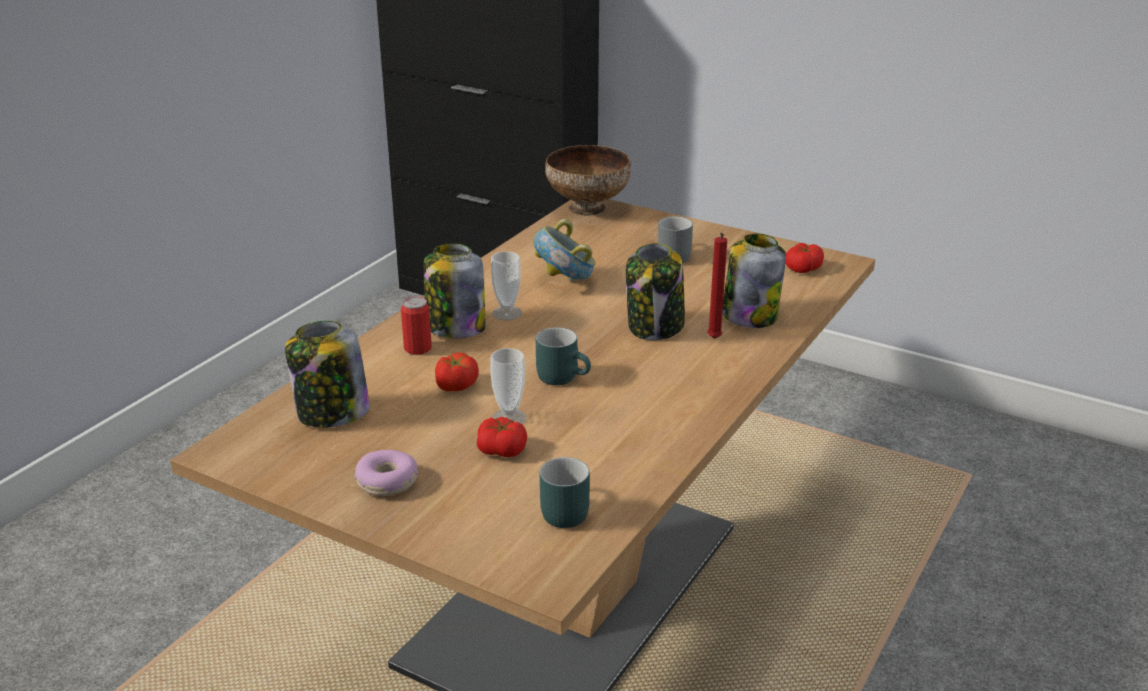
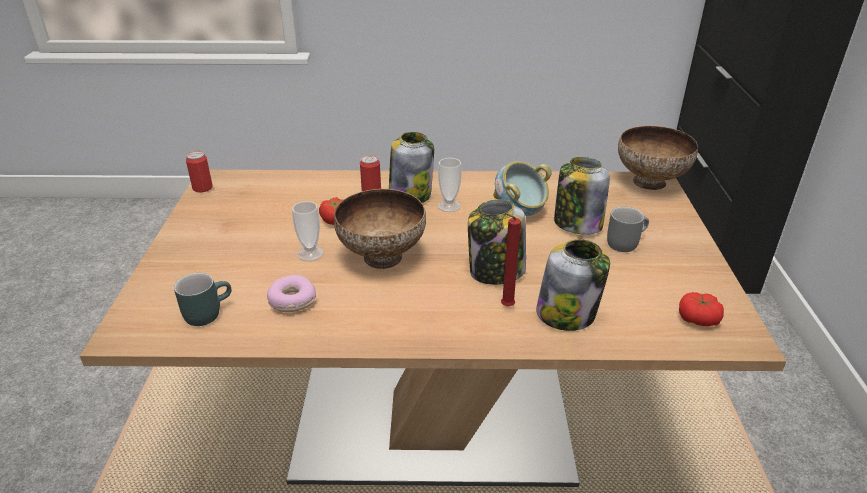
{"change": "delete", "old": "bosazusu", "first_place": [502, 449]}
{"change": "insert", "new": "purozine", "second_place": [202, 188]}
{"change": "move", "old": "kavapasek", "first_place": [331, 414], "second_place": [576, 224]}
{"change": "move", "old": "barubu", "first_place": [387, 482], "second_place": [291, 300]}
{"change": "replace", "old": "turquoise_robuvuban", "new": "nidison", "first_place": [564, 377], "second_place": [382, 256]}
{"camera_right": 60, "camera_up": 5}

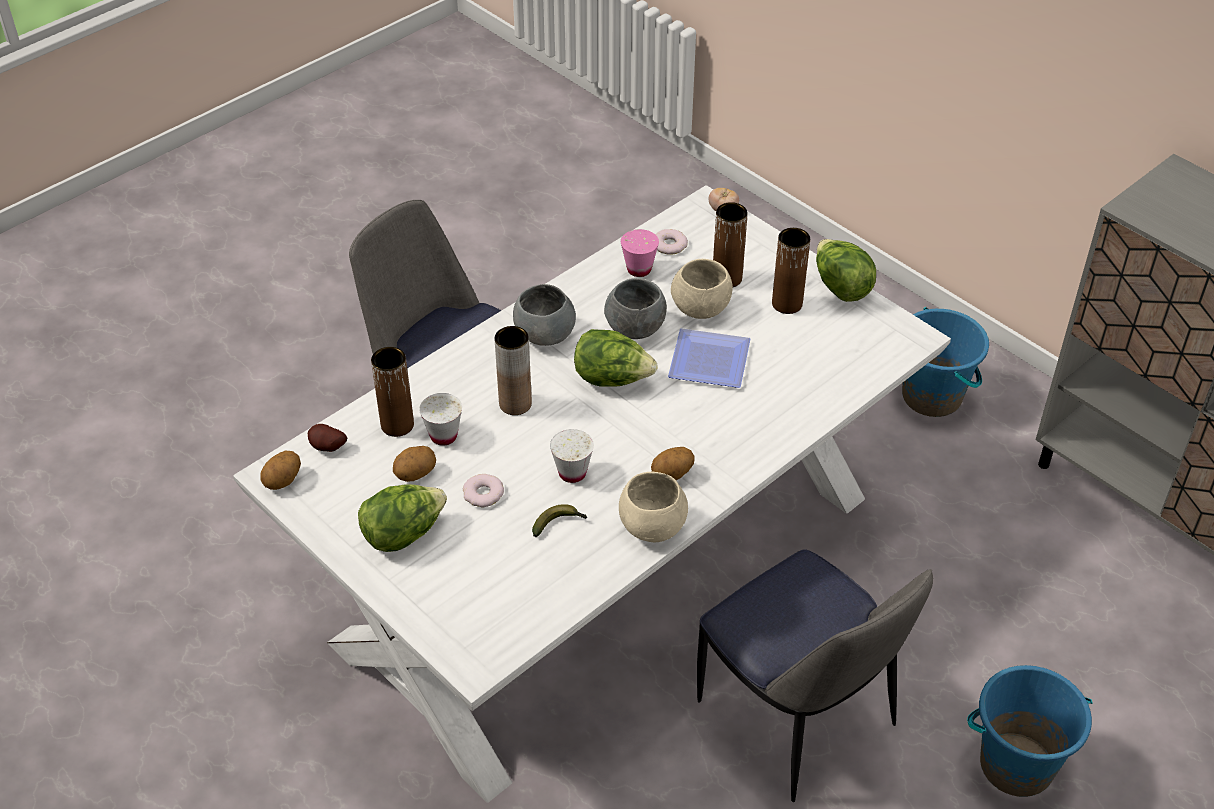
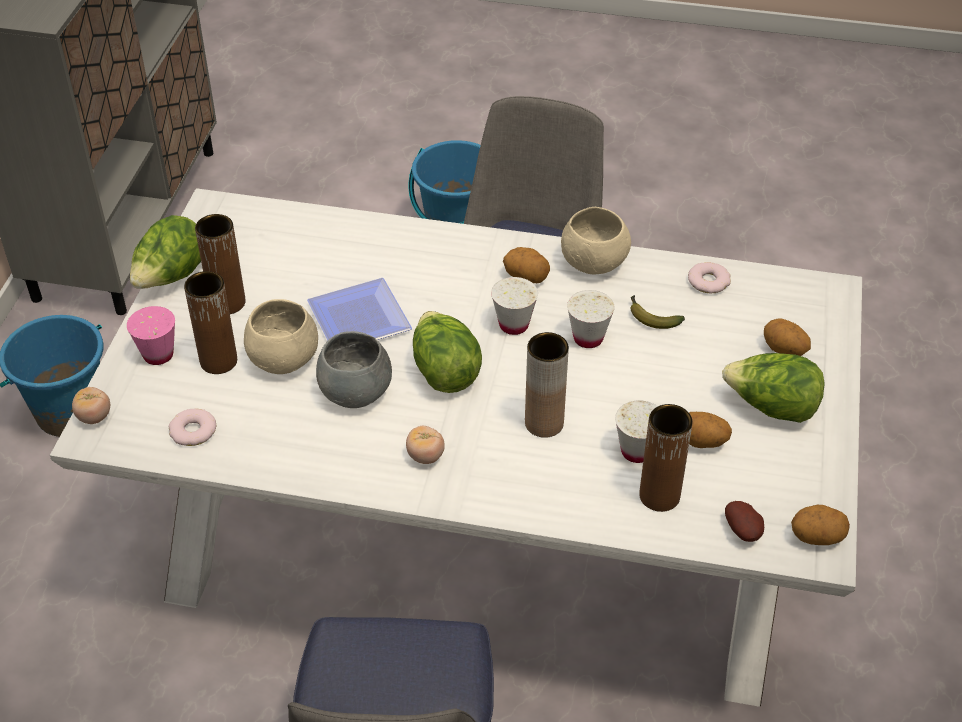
{"change": "insert", "new": "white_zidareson", "second_place": [513, 325]}
{"change": "insert", "new": "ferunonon", "second_place": [783, 351]}
{"change": "move", "old": "barubu", "first_place": [483, 494], "second_place": [708, 281]}
{"change": "move", "old": "pink_zidareson", "first_place": [639, 269], "second_place": [158, 355]}
{"change": "replace", "old": "grey_nidison", "new": "bosazusu", "first_place": [545, 334], "second_place": [425, 456]}
{"camera_right": -125, "camera_up": 0}

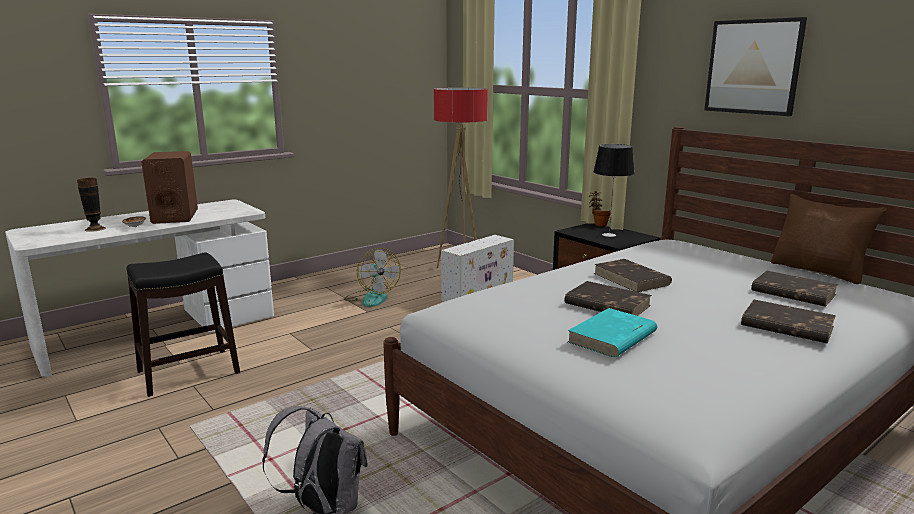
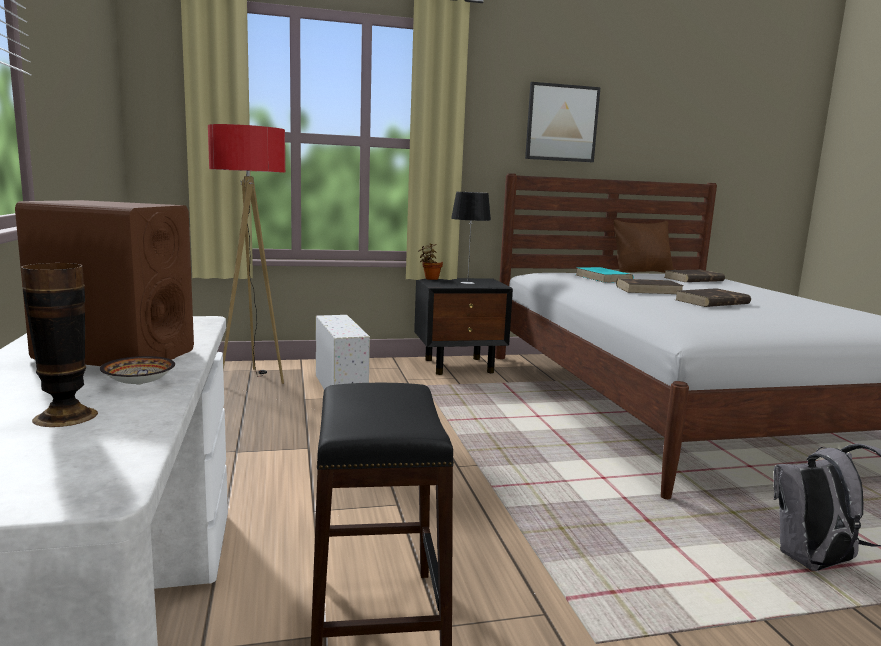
{"change": "delete", "old": "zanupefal", "first_place": [371, 298]}
{"change": "delete", "old": "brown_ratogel", "first_place": [786, 326]}
{"change": "move", "old": "turquoise_ratogel", "first_place": [612, 337], "second_place": [603, 278]}
{"camera_right": -65, "camera_up": -5}

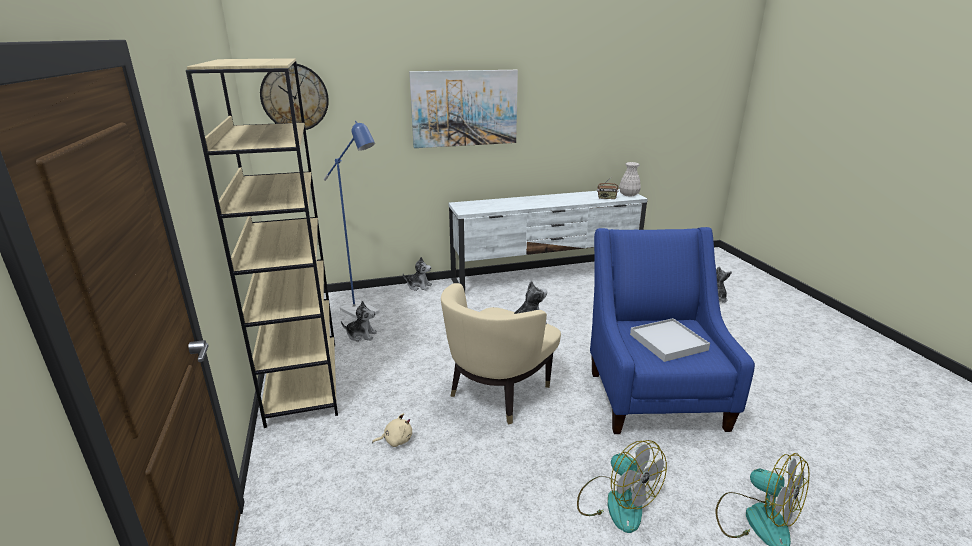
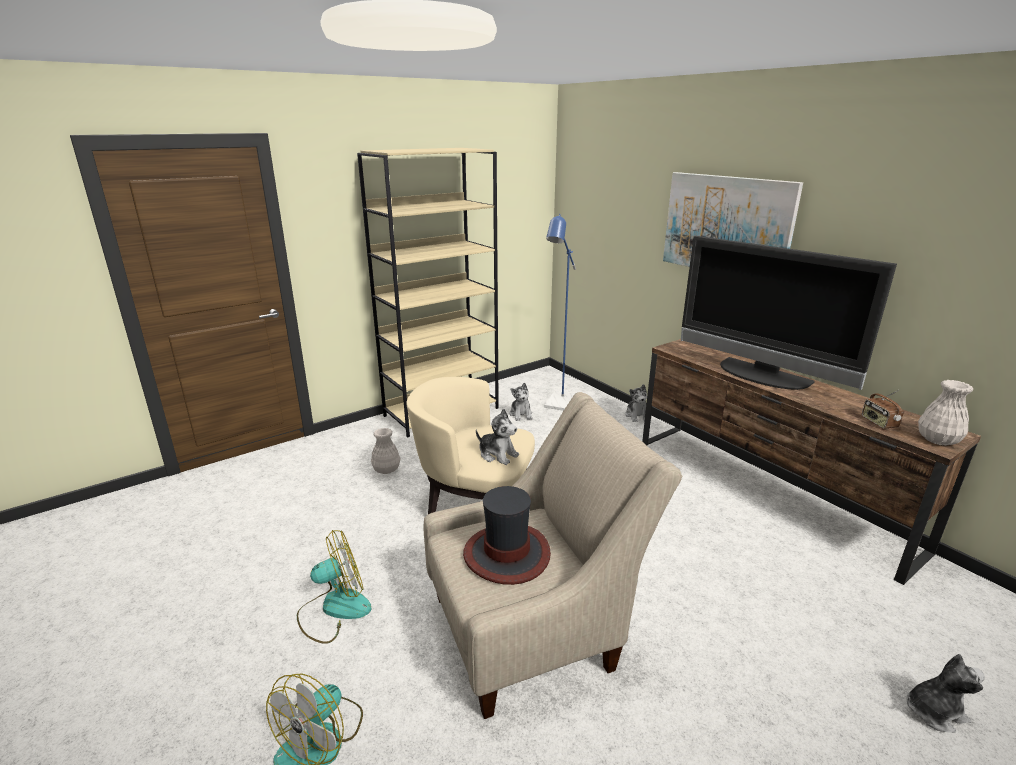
{"change": "delete", "old": "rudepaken", "first_place": [295, 97]}
{"change": "insert", "new": "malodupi", "second_place": [761, 375]}
{"change": "replace", "old": "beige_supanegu", "new": "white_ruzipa", "first_place": [396, 440], "second_place": [386, 469]}
{"change": "replace", "old": "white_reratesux", "new": "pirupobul", "first_place": [668, 342], "second_place": [507, 554]}
{"change": "recolor", "old": "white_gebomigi", "new": "brown_gebomigi", "first_place": [546, 276], "second_place": [767, 491]}
{"change": "recolor", "old": "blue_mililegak", "new": "beige_mililegak", "first_place": [652, 393], "second_place": [535, 627]}
{"change": "rotate", "old": "zanupefal", "first_place": [616, 502], "second_place": [334, 609], "degrees": -150}
{"camera_right": 70, "camera_up": 0}

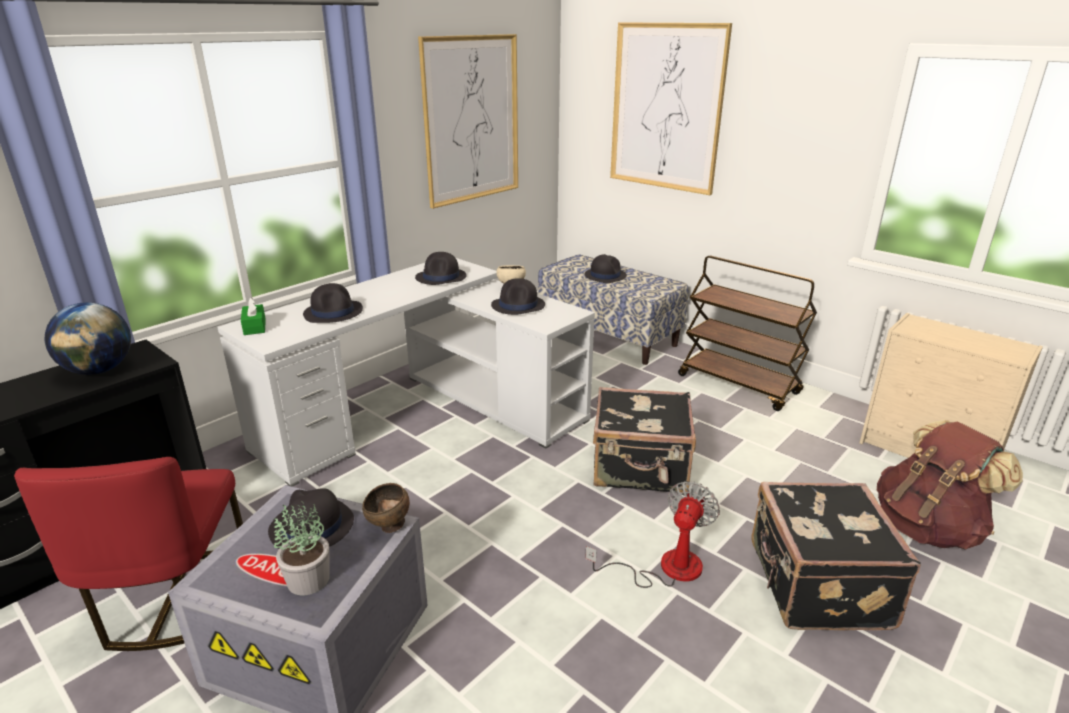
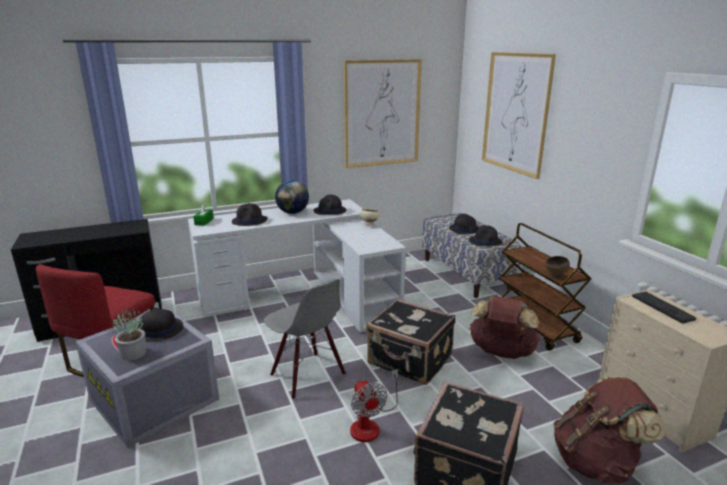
{"change": "insert", "new": "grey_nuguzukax", "second_place": [307, 375]}
{"change": "insert", "new": "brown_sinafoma", "second_place": [501, 353]}
{"change": "insert", "new": "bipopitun", "second_place": [662, 307]}
{"change": "move", "old": "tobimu", "first_place": [99, 370], "second_place": [293, 212]}
{"change": "move", "old": "brown_nidison", "first_place": [389, 527], "second_place": [555, 277]}
{"change": "move", "old": "black_pirupobul", "first_place": [518, 306], "second_place": [485, 241]}
{"change": "rotate", "old": "zanupefal", "first_place": [665, 568], "second_place": [370, 424], "degrees": 105}
{"camera_right": 25, "camera_up": -5}

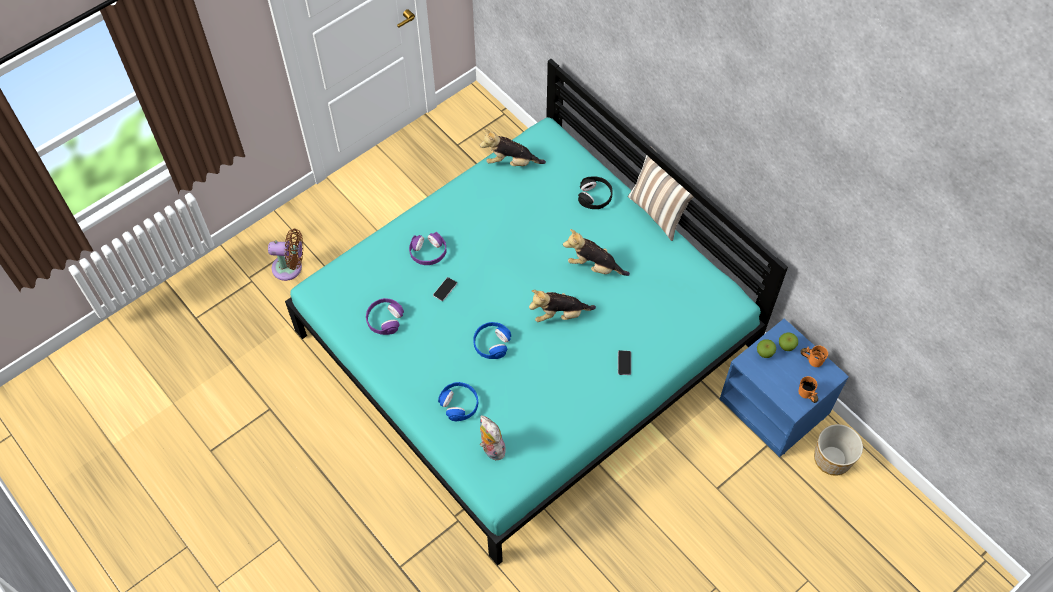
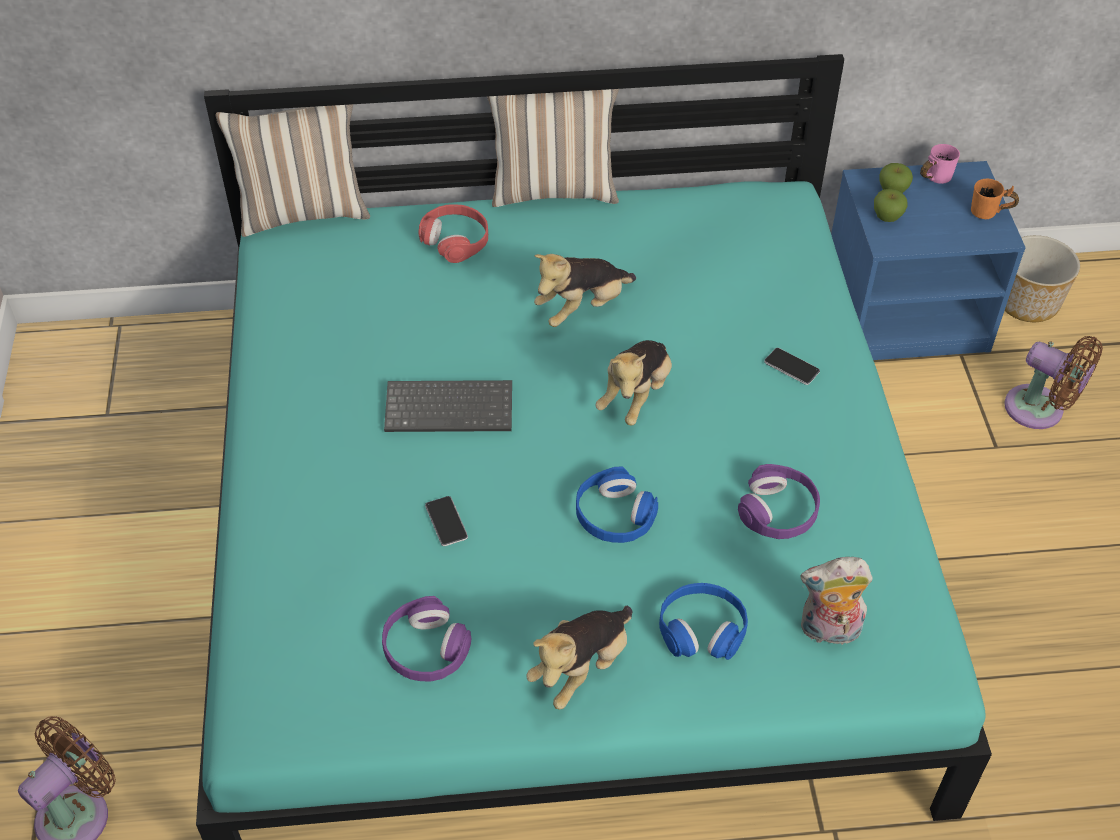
{"change": "insert", "new": "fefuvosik", "second_place": [303, 212]}
{"change": "insert", "new": "bipopitun", "second_place": [451, 407]}
{"change": "insert", "new": "brown_zanupefal", "second_place": [1040, 411]}
{"change": "move", "old": "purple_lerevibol", "first_place": [428, 252], "second_place": [778, 511]}
{"change": "move", "old": "supanegu", "first_place": [511, 162], "second_place": [581, 667]}
{"change": "recolor", "old": "black_lerevibol", "new": "red_lerevibol", "first_place": [595, 196], "second_place": [455, 240]}
{"change": "recolor", "old": "orange_robuvuban", "new": "pink_robuvuban", "first_place": [812, 359], "second_place": [932, 178]}
{"camera_right": -55, "camera_up": -10}

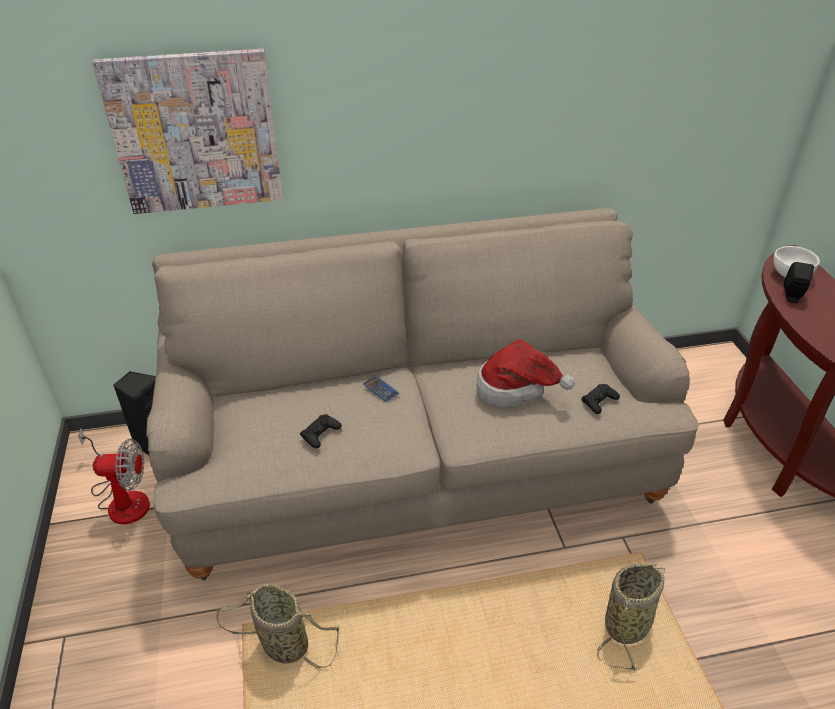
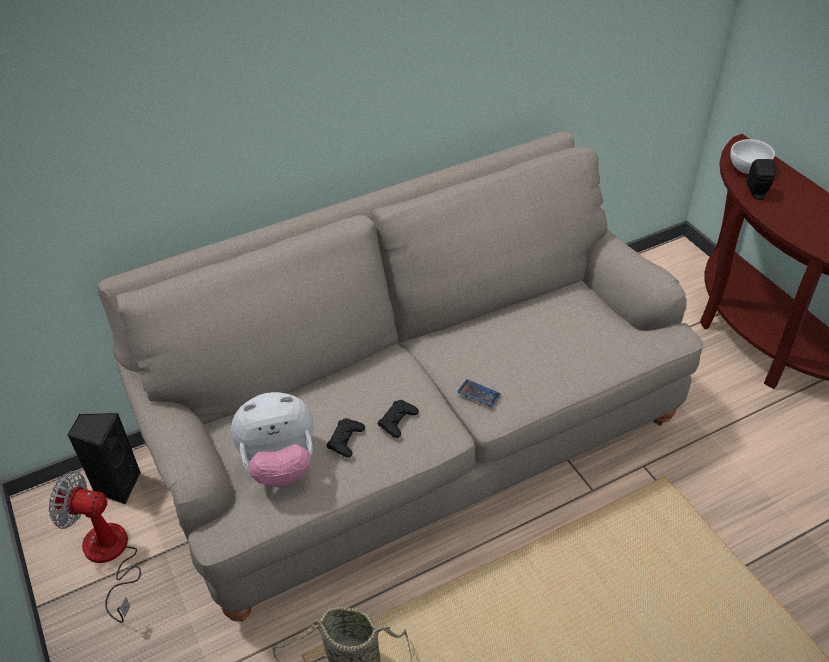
{"change": "delete", "old": "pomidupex", "first_place": [195, 133]}
{"change": "delete", "old": "pirupobul", "first_place": [516, 389]}
{"change": "delete", "old": "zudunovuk", "first_place": [628, 623]}
{"change": "insert", "new": "supanegu", "second_place": [280, 464]}
{"change": "move", "old": "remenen", "first_place": [380, 389], "second_place": [479, 393]}
{"change": "move", "old": "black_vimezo", "first_place": [599, 401], "second_place": [397, 421]}
{"change": "rotate", "old": "zanupefal", "first_place": [123, 499], "second_place": [109, 557], "degrees": -150}
{"camera_right": -15, "camera_up": 5}

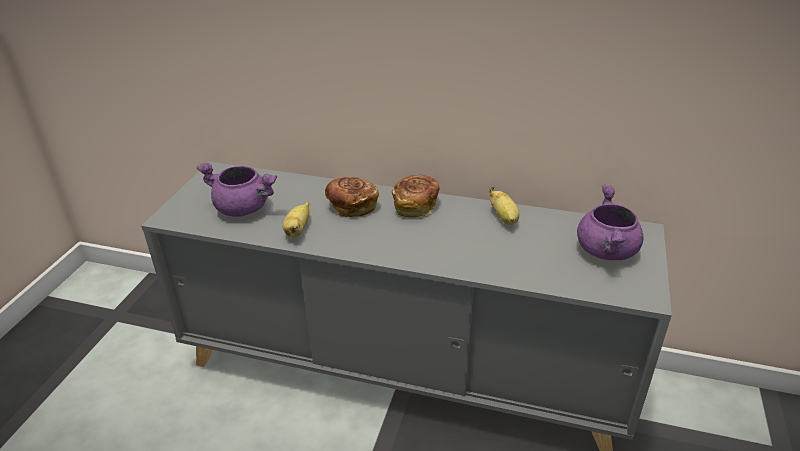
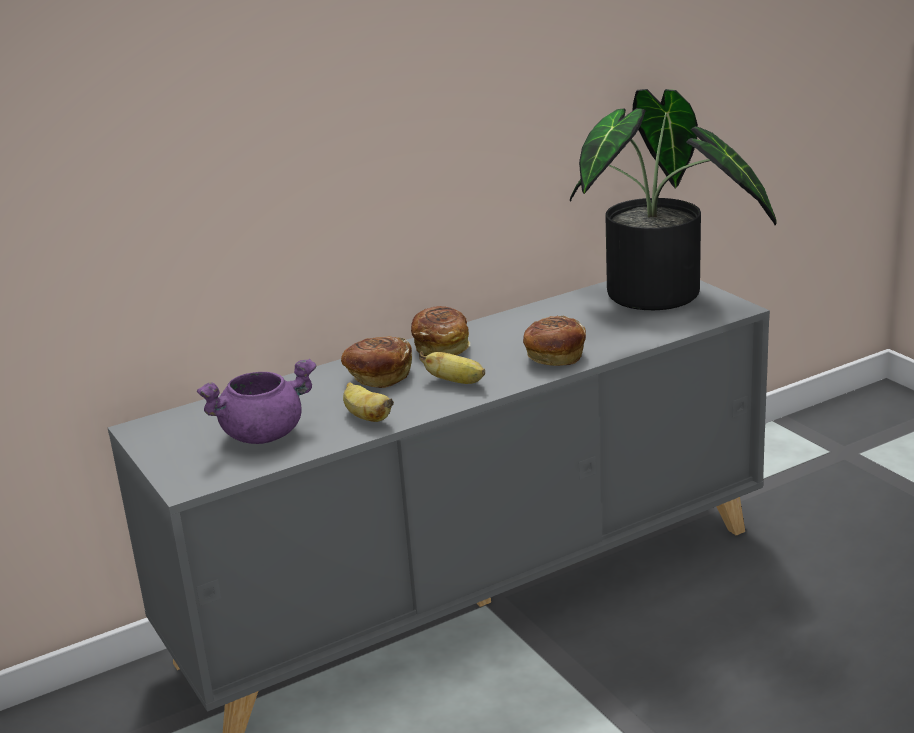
{"change": "insert", "new": "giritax", "second_place": [554, 356]}
{"change": "move", "old": "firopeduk", "first_place": [504, 218], "second_place": [456, 382]}
{"change": "replace", "old": "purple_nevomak", "new": "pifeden", "first_place": [607, 252], "second_place": [660, 298]}
{"camera_right": -45, "camera_up": -10}

